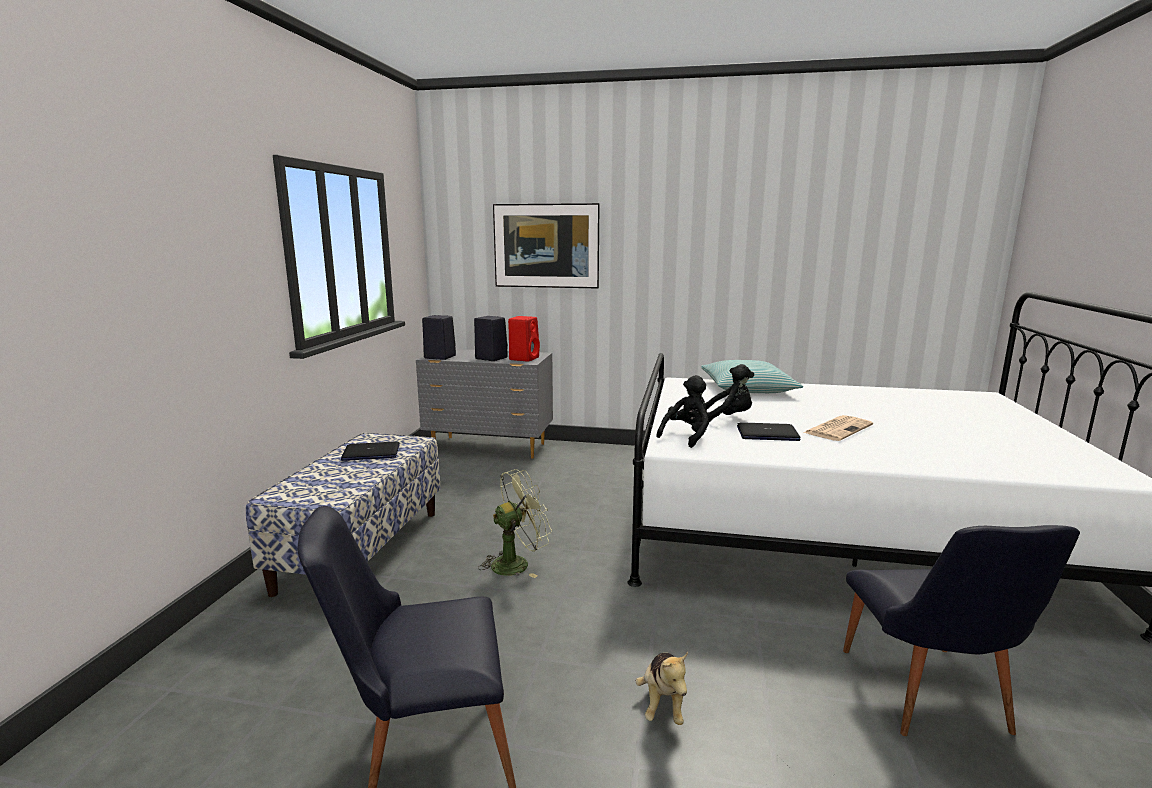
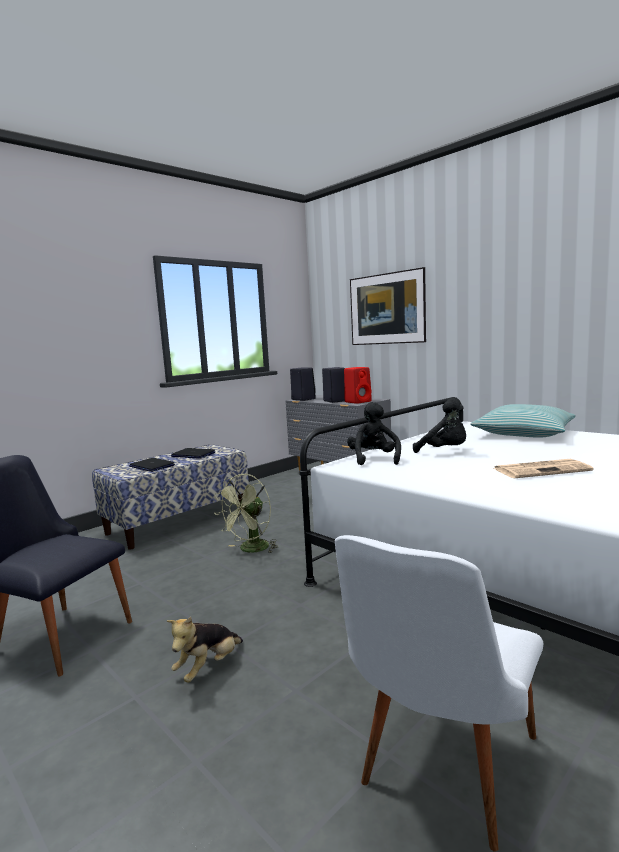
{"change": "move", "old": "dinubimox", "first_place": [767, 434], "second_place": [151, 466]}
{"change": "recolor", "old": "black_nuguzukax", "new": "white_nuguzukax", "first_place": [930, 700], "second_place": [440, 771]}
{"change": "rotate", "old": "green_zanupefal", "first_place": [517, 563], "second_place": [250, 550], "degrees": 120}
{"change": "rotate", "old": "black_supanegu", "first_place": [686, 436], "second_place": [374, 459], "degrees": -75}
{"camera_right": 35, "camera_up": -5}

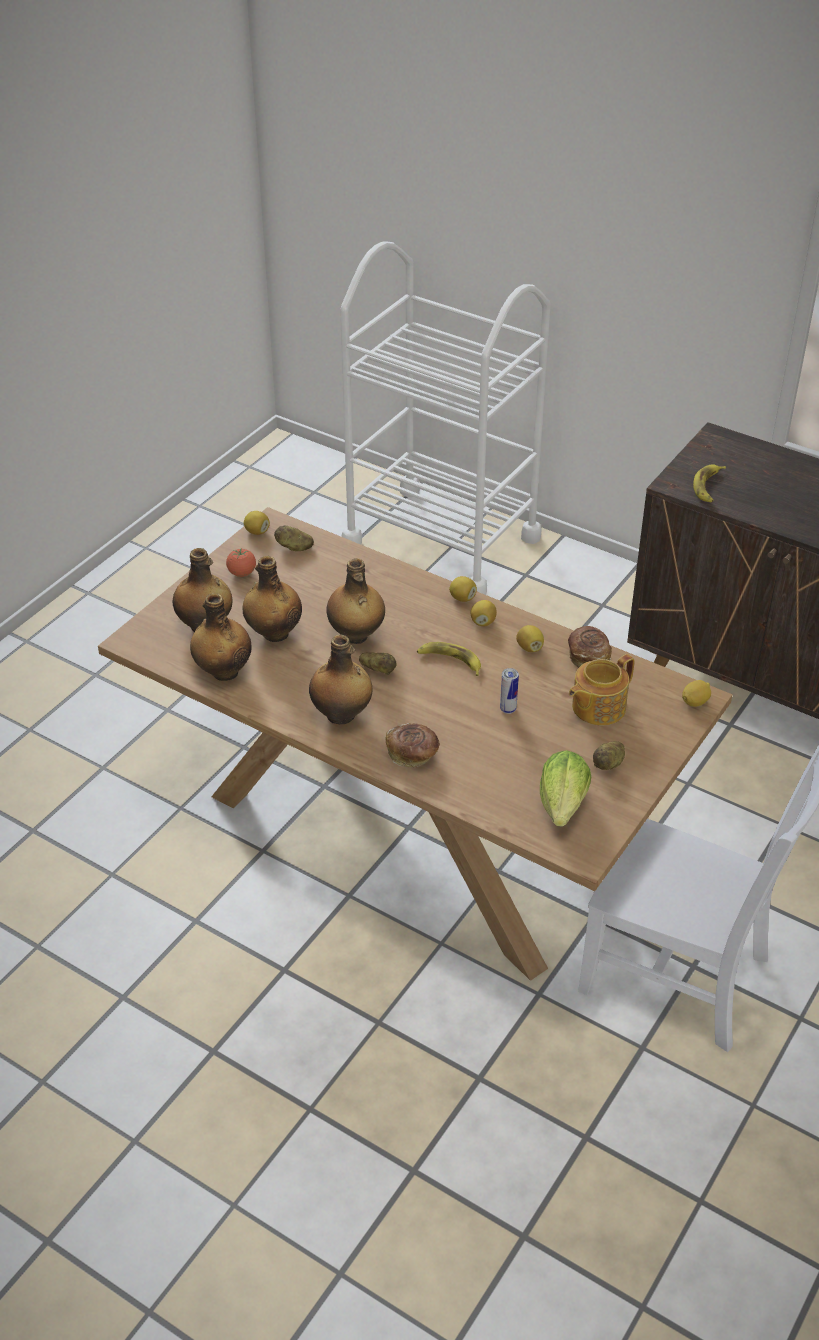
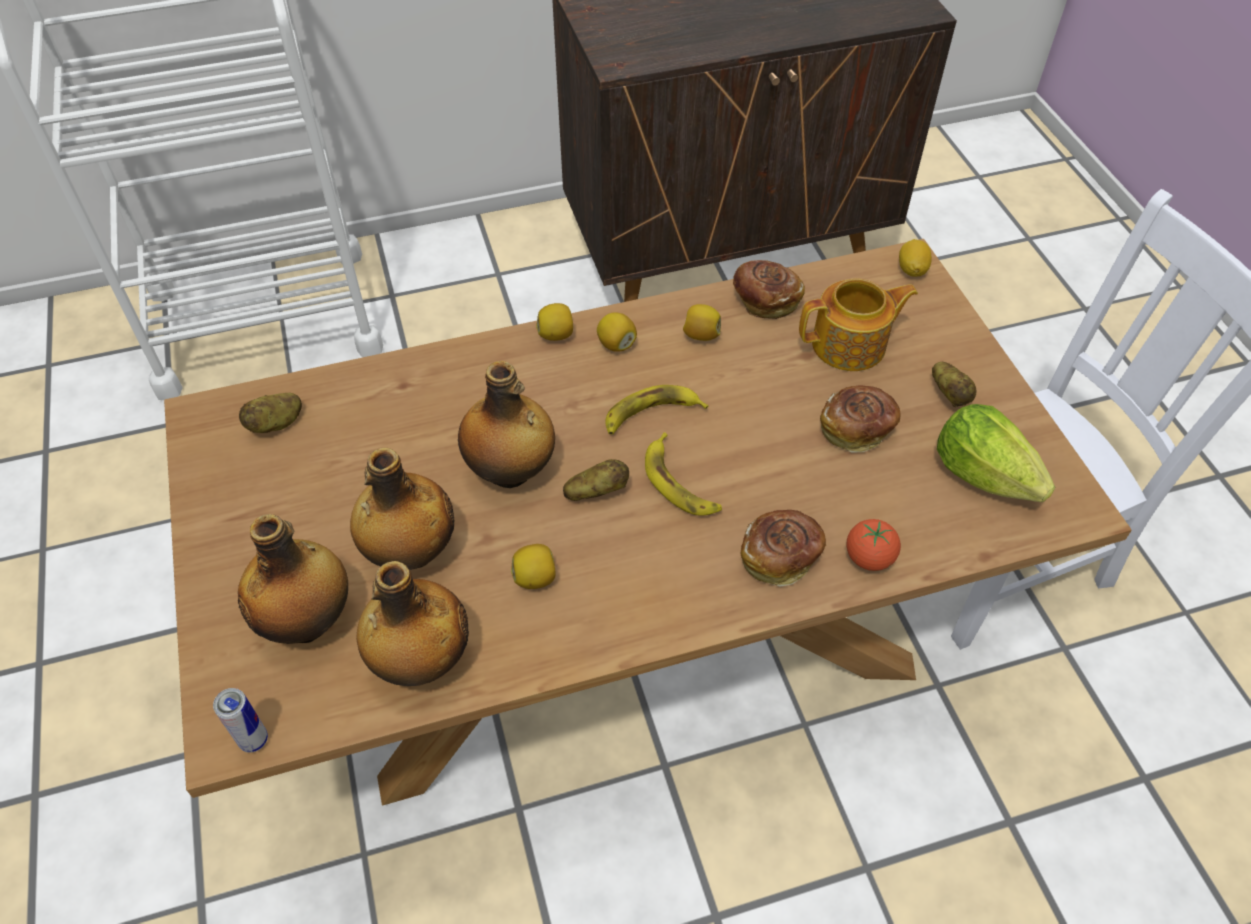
{"change": "delete", "old": "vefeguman", "first_place": [342, 715]}
{"change": "insert", "new": "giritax", "second_place": [856, 429]}
{"change": "move", "old": "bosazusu", "first_place": [242, 573], "second_place": [869, 558]}
{"change": "move", "old": "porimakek", "first_place": [257, 531], "second_place": [535, 577]}
{"change": "move", "old": "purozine", "first_place": [508, 709], "second_place": [254, 740]}
{"change": "move", "old": "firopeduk", "first_place": [708, 487], "second_place": [680, 483]}
{"change": "rotate", "old": "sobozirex", "first_place": [597, 707], "second_place": [851, 345], "degrees": -105}
{"camera_right": -50, "camera_up": 10}

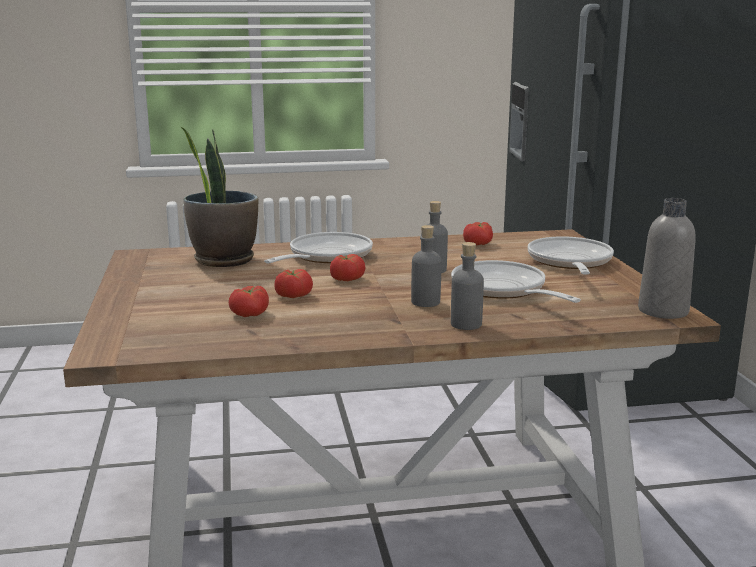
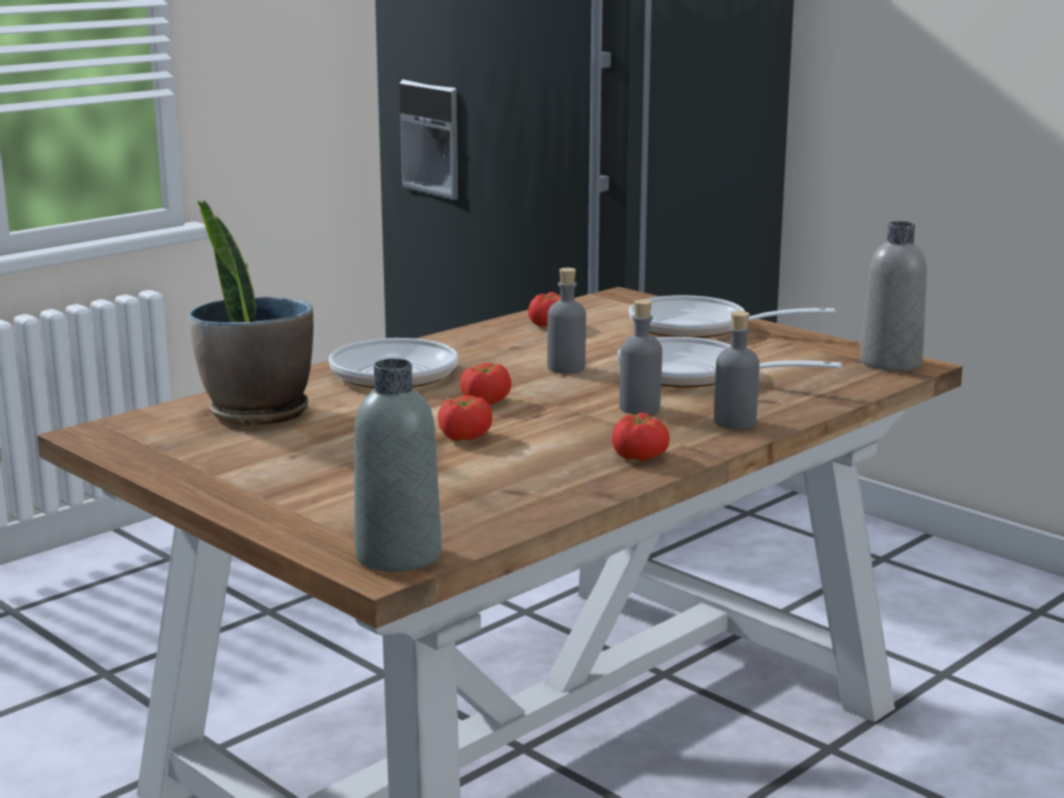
{"change": "insert", "new": "grey_vefeguman", "second_place": [398, 555]}
{"change": "move", "old": "bosazusu", "first_place": [250, 314], "second_place": [640, 456]}
{"change": "rotate", "old": "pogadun", "first_place": [569, 262], "second_place": [698, 328], "degrees": -45}
{"camera_right": -35, "camera_up": 0}

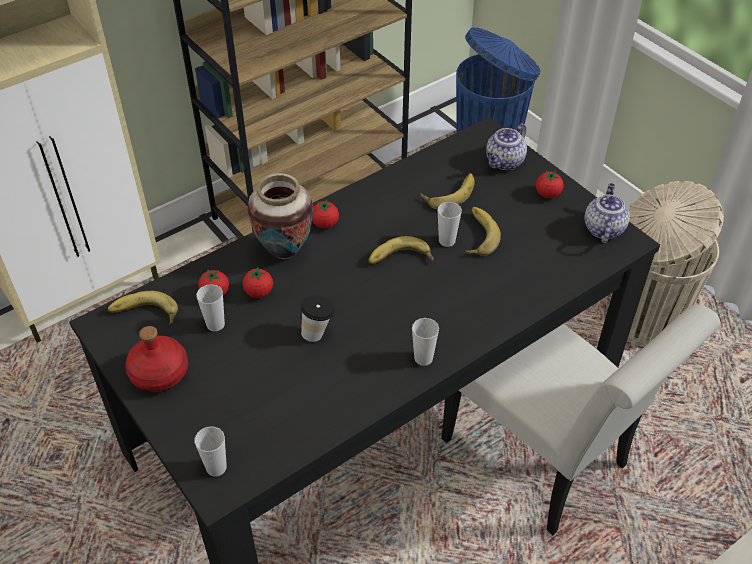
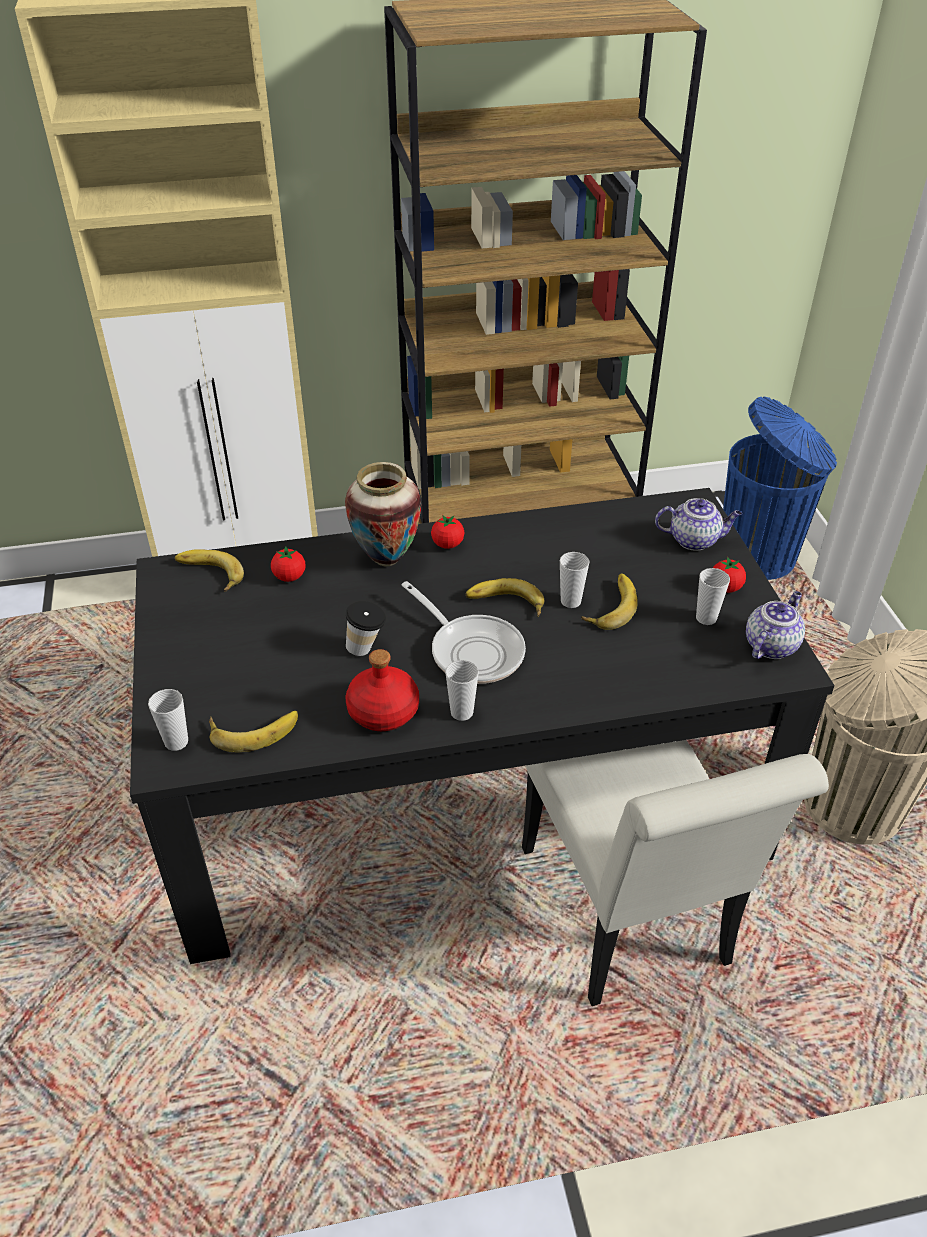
{"change": "delete", "old": "bosazusu", "first_place": [259, 292]}
{"change": "insert", "new": "pogadun", "second_place": [472, 650]}
{"change": "move", "old": "red_vefeguman", "first_place": [159, 372], "second_place": [384, 710]}
{"change": "move", "old": "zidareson", "first_place": [215, 324], "second_place": [706, 618]}
{"change": "move", "old": "firopeduk", "first_place": [449, 193], "second_place": [253, 729]}
{"change": "rotate", "old": "sobozirex", "first_place": [504, 162], "second_place": [695, 540], "degrees": -150}
{"camera_right": 25, "camera_up": -5}

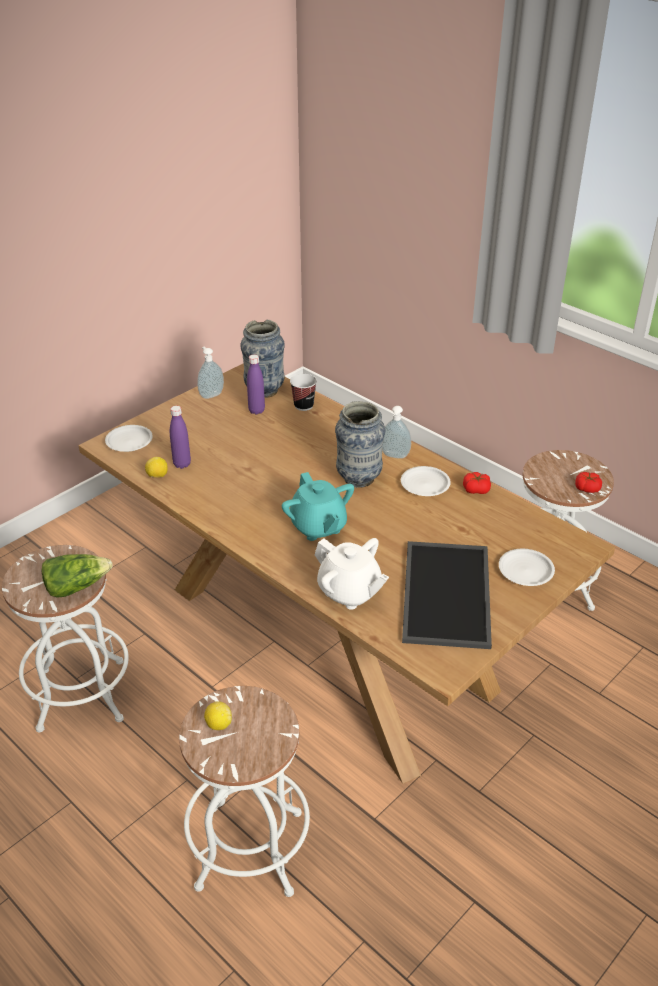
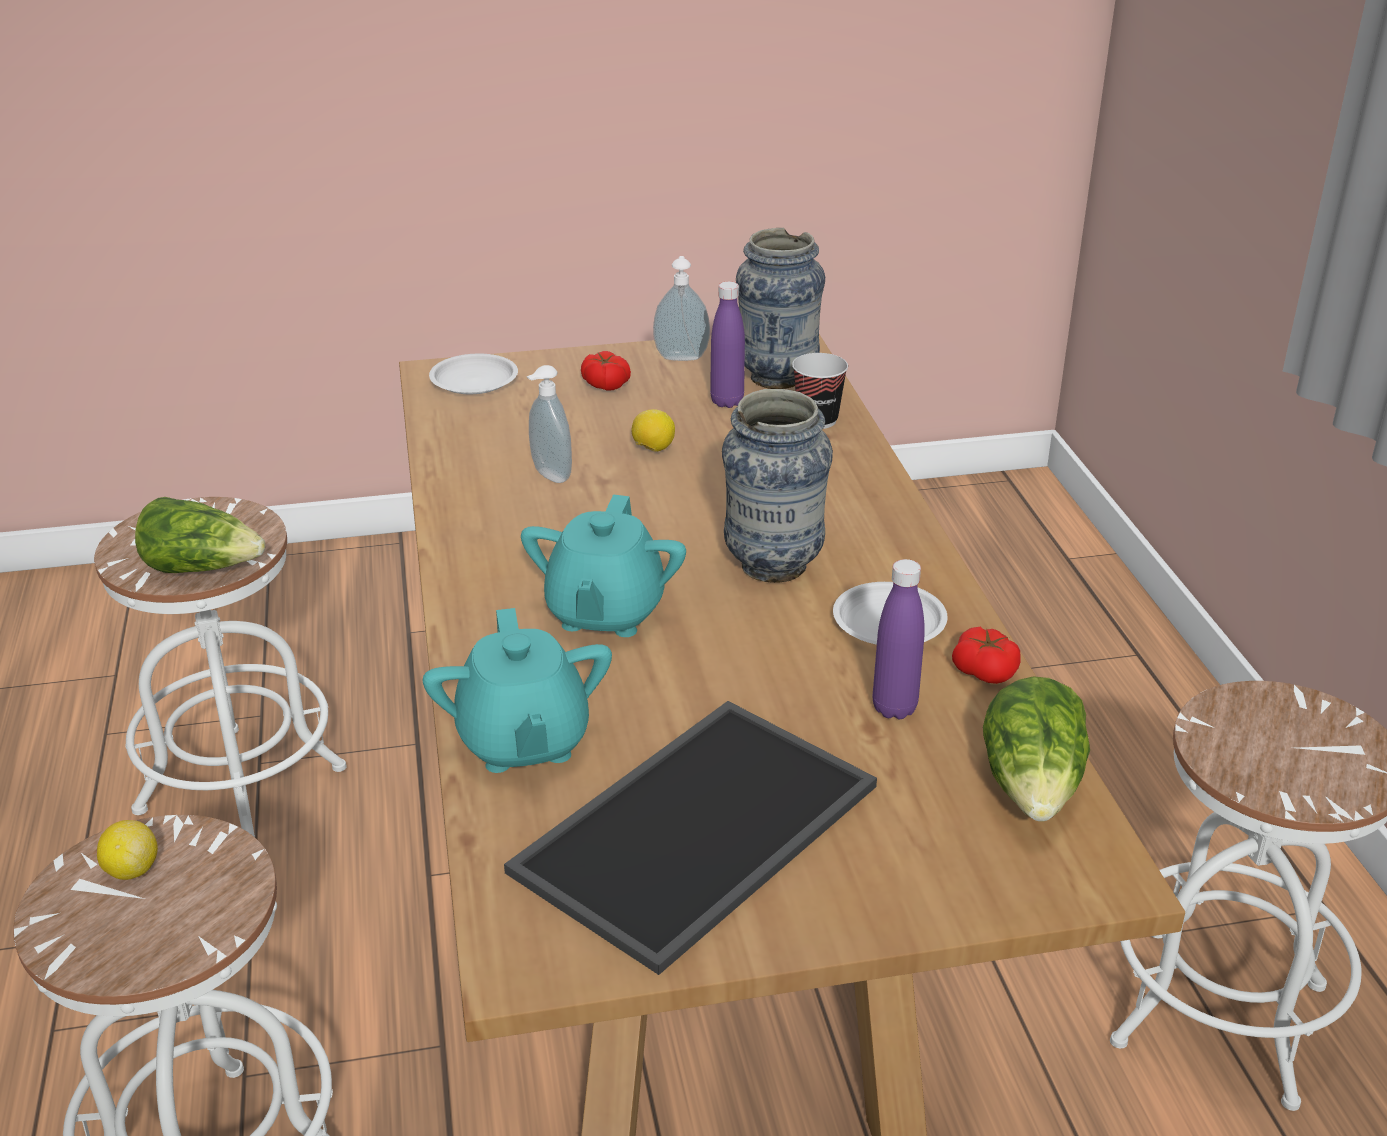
{"change": "delete", "old": "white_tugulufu", "first_place": [525, 571]}
{"change": "insert", "new": "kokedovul", "second_place": [1033, 786]}
{"change": "move", "old": "porimakek", "first_place": [157, 476], "second_place": [653, 449]}
{"change": "move", "old": "purple_vefeguman", "first_place": [182, 464], "second_place": [894, 708]}
{"change": "move", "old": "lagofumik", "first_place": [394, 456], "second_place": [549, 476]}
{"change": "move", "old": "bosazusu", "first_place": [587, 488], "second_place": [605, 384]}
{"change": "recolor", "old": "white_sobozirex", "new": "turquoise_sobozirex", "first_place": [349, 592], "second_place": [523, 741]}
{"camera_right": 35, "camera_up": -5}

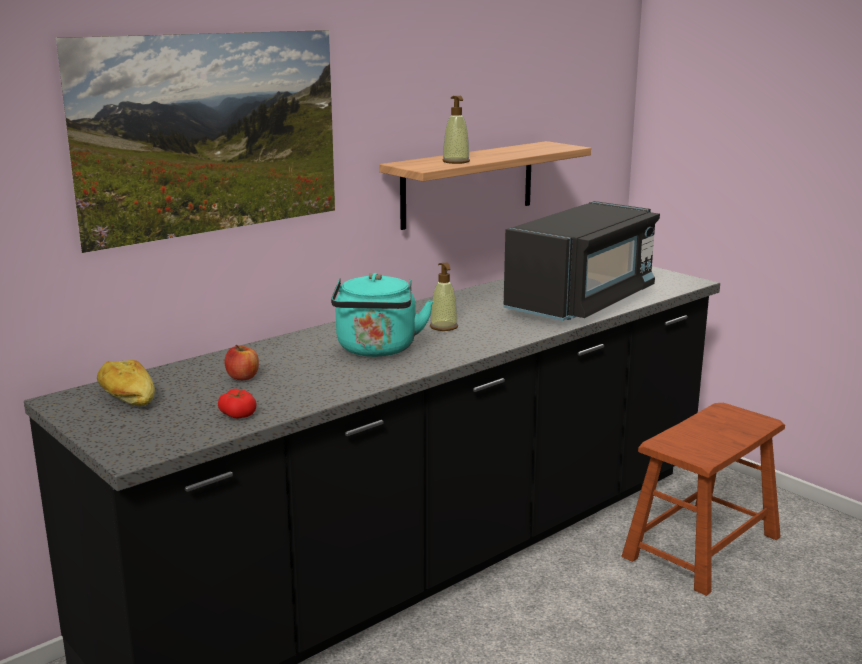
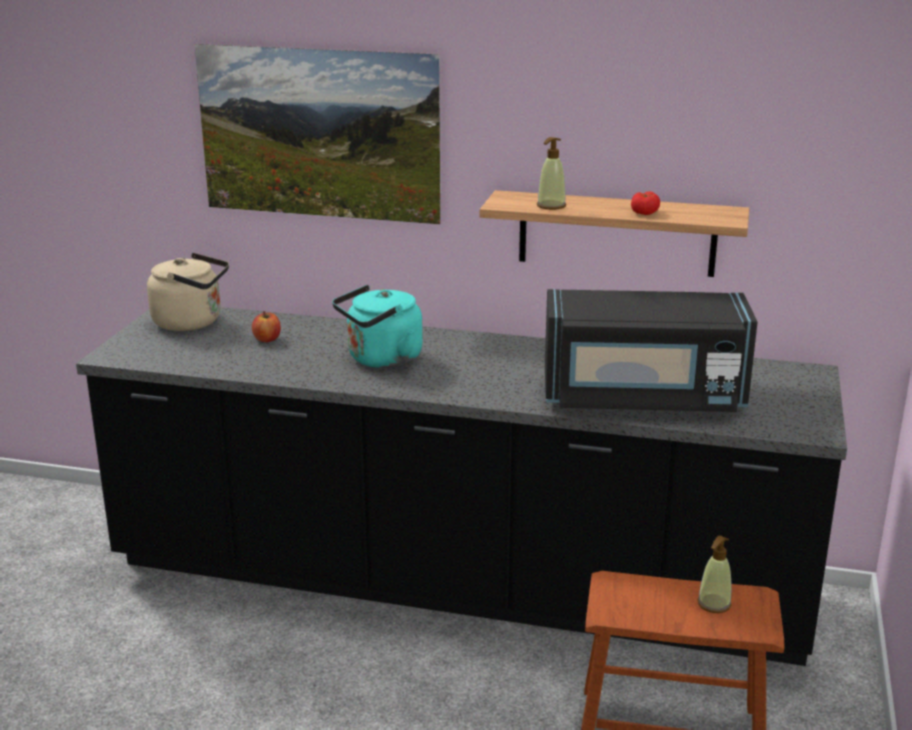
{"change": "move", "old": "bosazusu", "first_place": [238, 414], "second_place": [644, 212]}
{"change": "move", "old": "lagofumik", "first_place": [444, 327], "second_place": [714, 604]}
{"change": "replace", "old": "giritax", "new": "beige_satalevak", "first_place": [126, 397], "second_place": [192, 322]}
{"camera_right": 55, "camera_up": 5}

